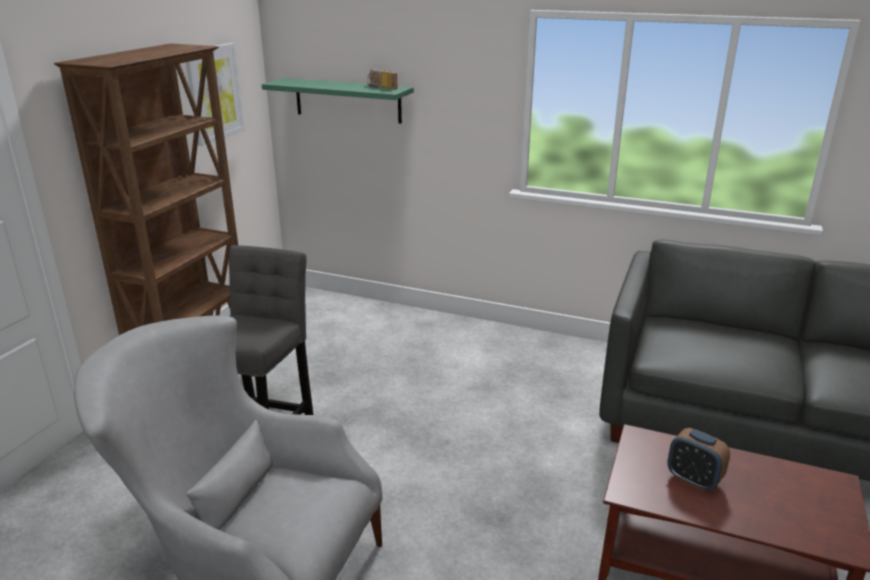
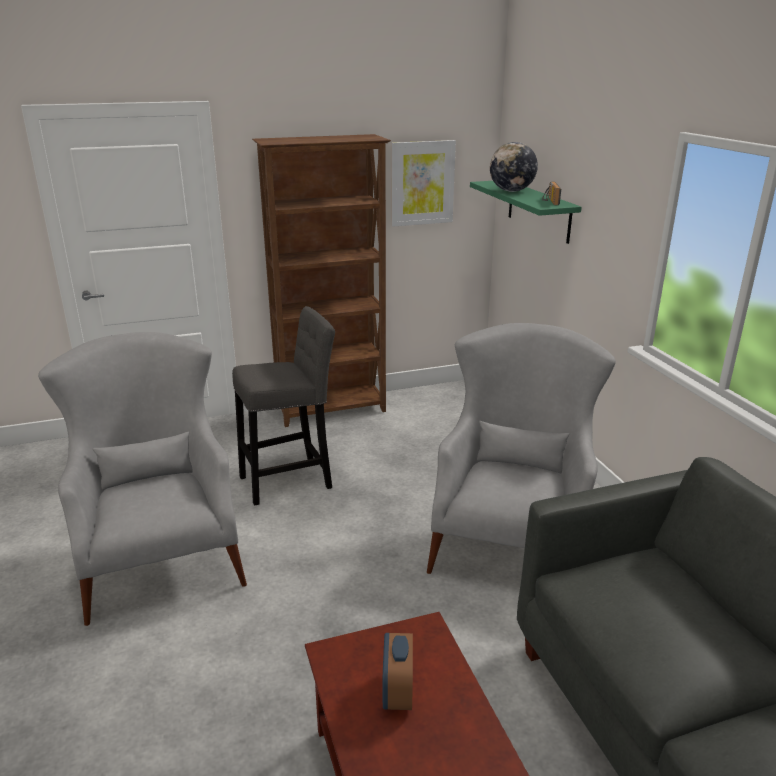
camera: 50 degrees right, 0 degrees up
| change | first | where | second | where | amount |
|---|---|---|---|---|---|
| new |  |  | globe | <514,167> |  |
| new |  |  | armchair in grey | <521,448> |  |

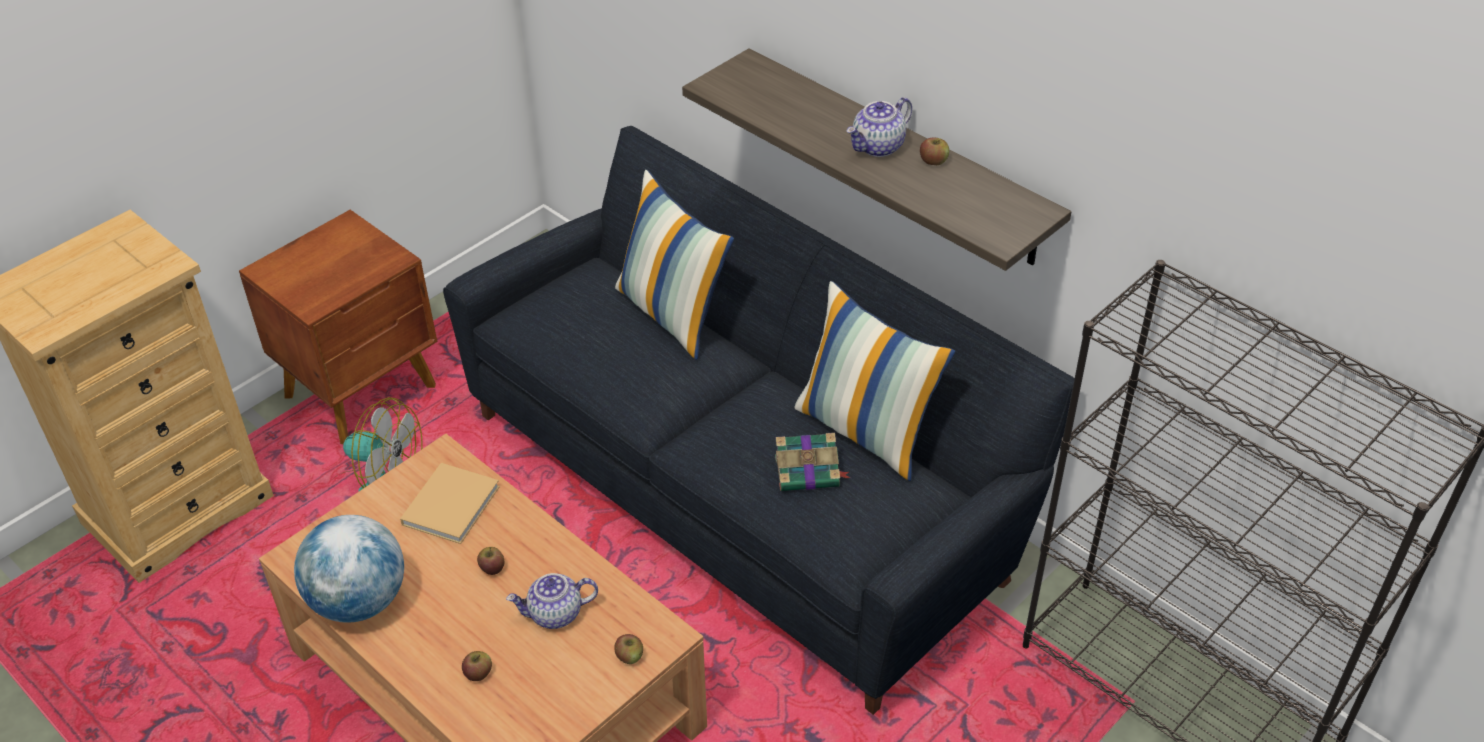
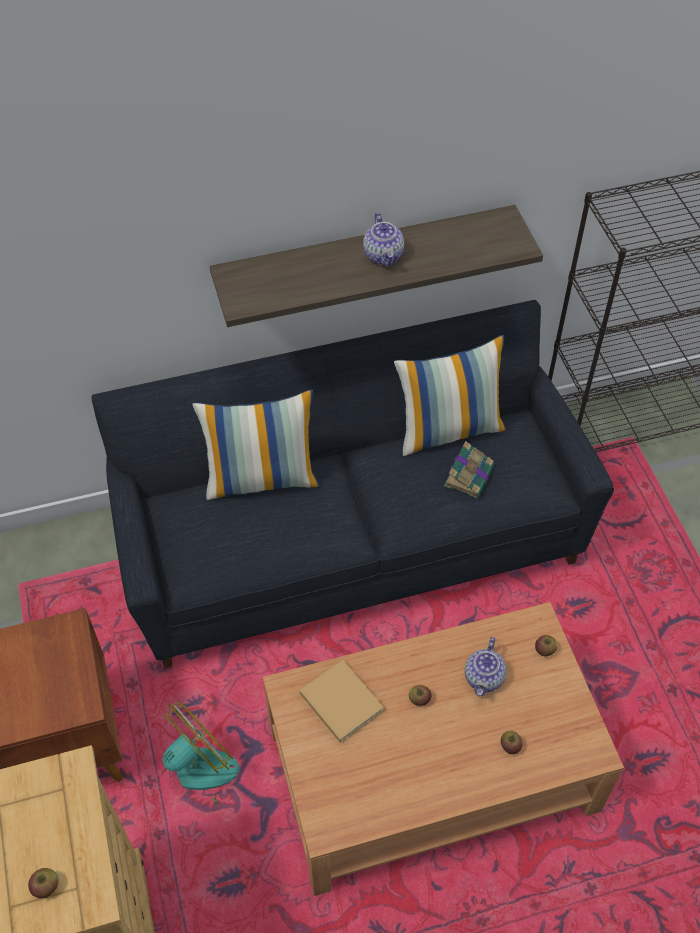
camera: 60 degrees left, 10 degrees up
| change | first | where | second | where | amount |
|---|---|---|---|---|---|
| shifted | apple | <934,151> |  | <43,883> |  |
| gone | globe | <349,569> |  |  |  |

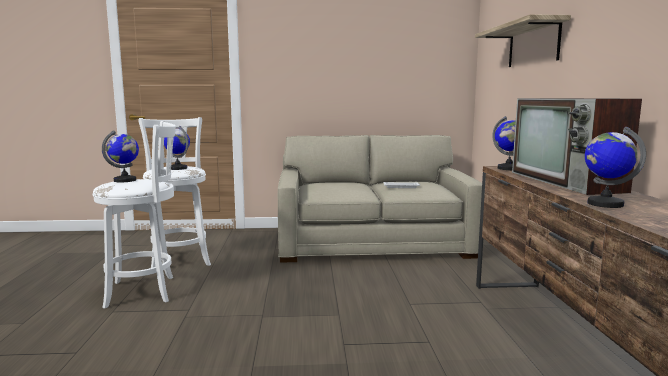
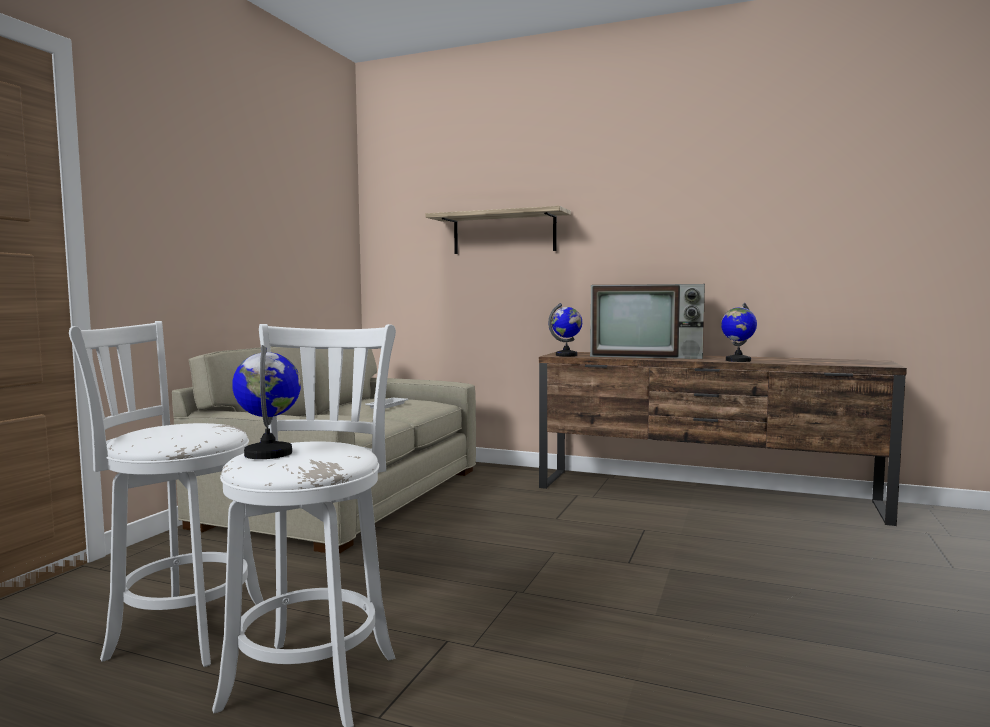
camera: 65 degrees left, 5 degrees down
| change | first | where | second | where | amount |
|---|---|---|---|---|---|
| gone | globe | <177,147> |  |  |  |

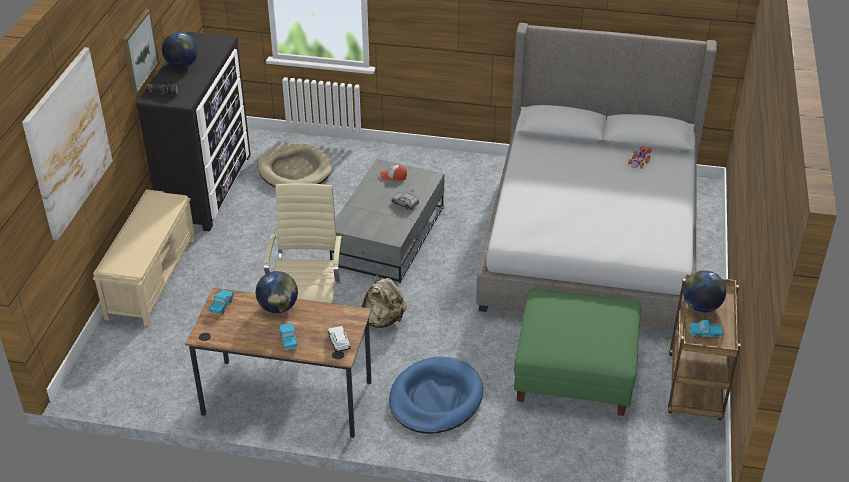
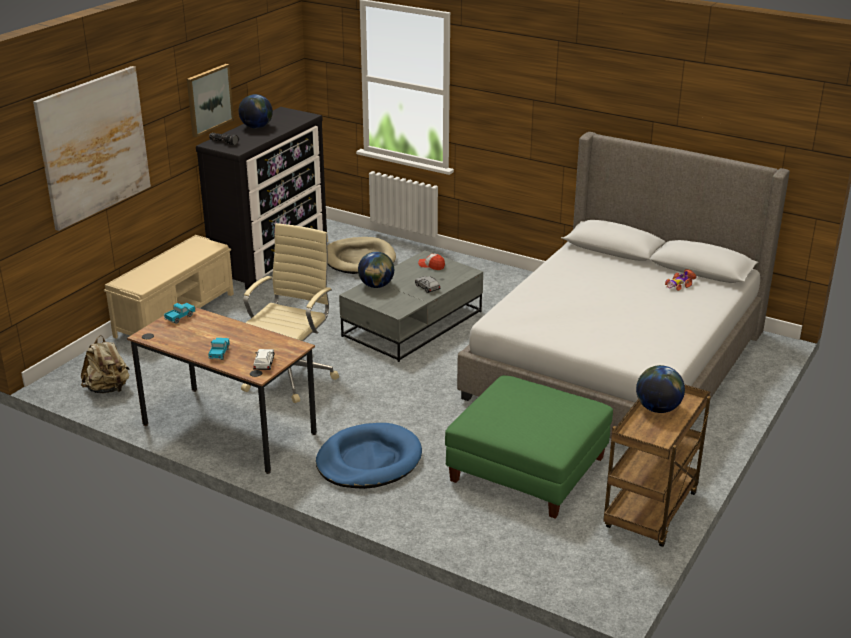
camera: 20 degrees right, 10 degrees down
| change | first | where | second | where | amount |
|---|---|---|---|---|---|
| shifted | globe | <277,292> |  | <376,270> |  |
| shifted | backpack in beige | <384,301> |  | <105,364> |  |
| gone | toy truck | <706,329> |  |  |  |

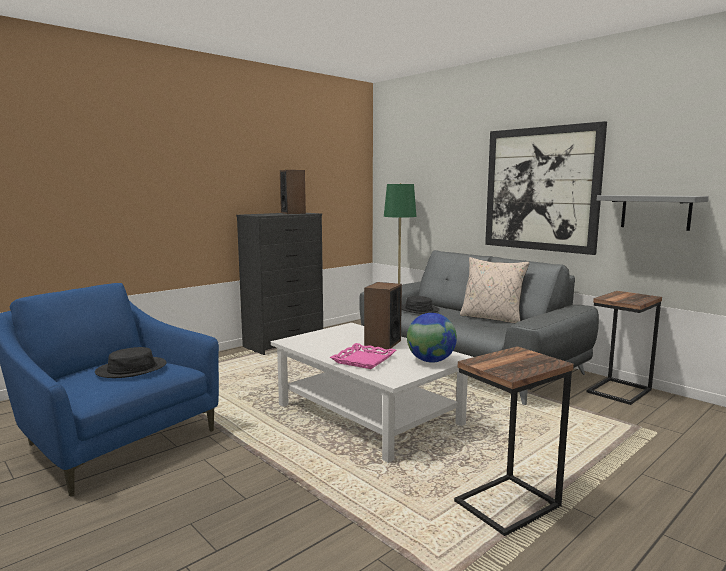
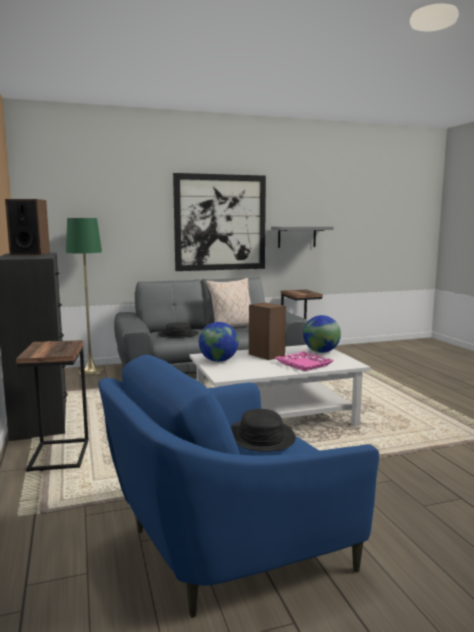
camera: 65 degrees left, 0 degrees up
| change | first | where | second | where | amount |
|---|---|---|---|---|---|
| shifted | side table | <514,441> |  | <52,406> |  |
| new |  |  | globe | <219,342> |  |

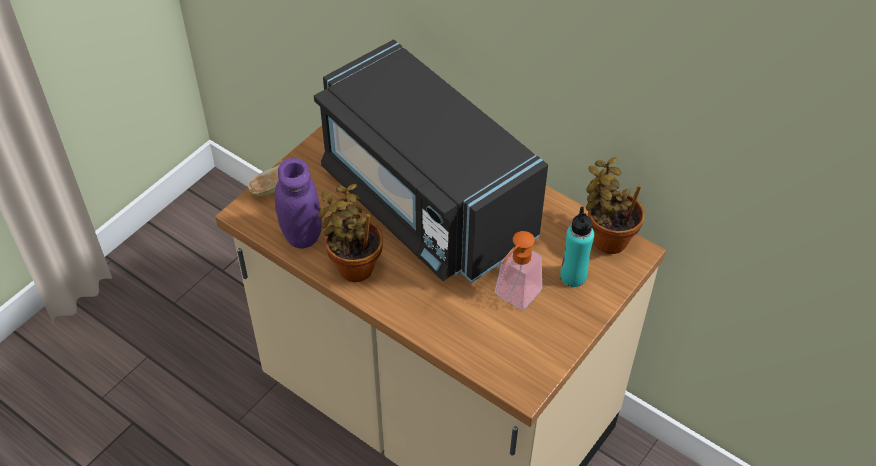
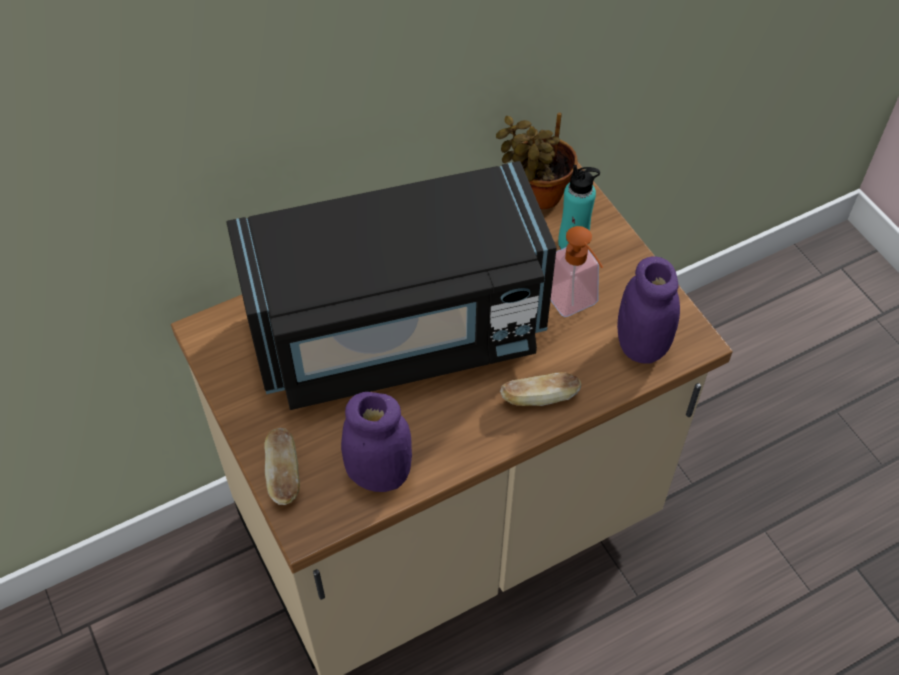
camera: 65 degrees left, 5 degrees up
| change | first | where | second | where | amount |
|---|---|---|---|---|---|
| gone | potted plant | <350,233> |  |  |  |
| new |  |  | jar in purple | <648,309> |  |
| new |  |  | bread | <540,389> |  |

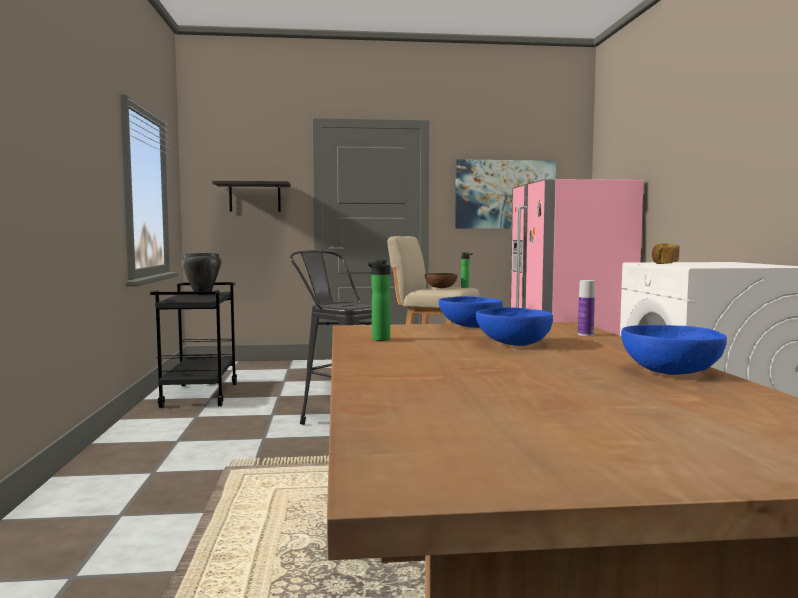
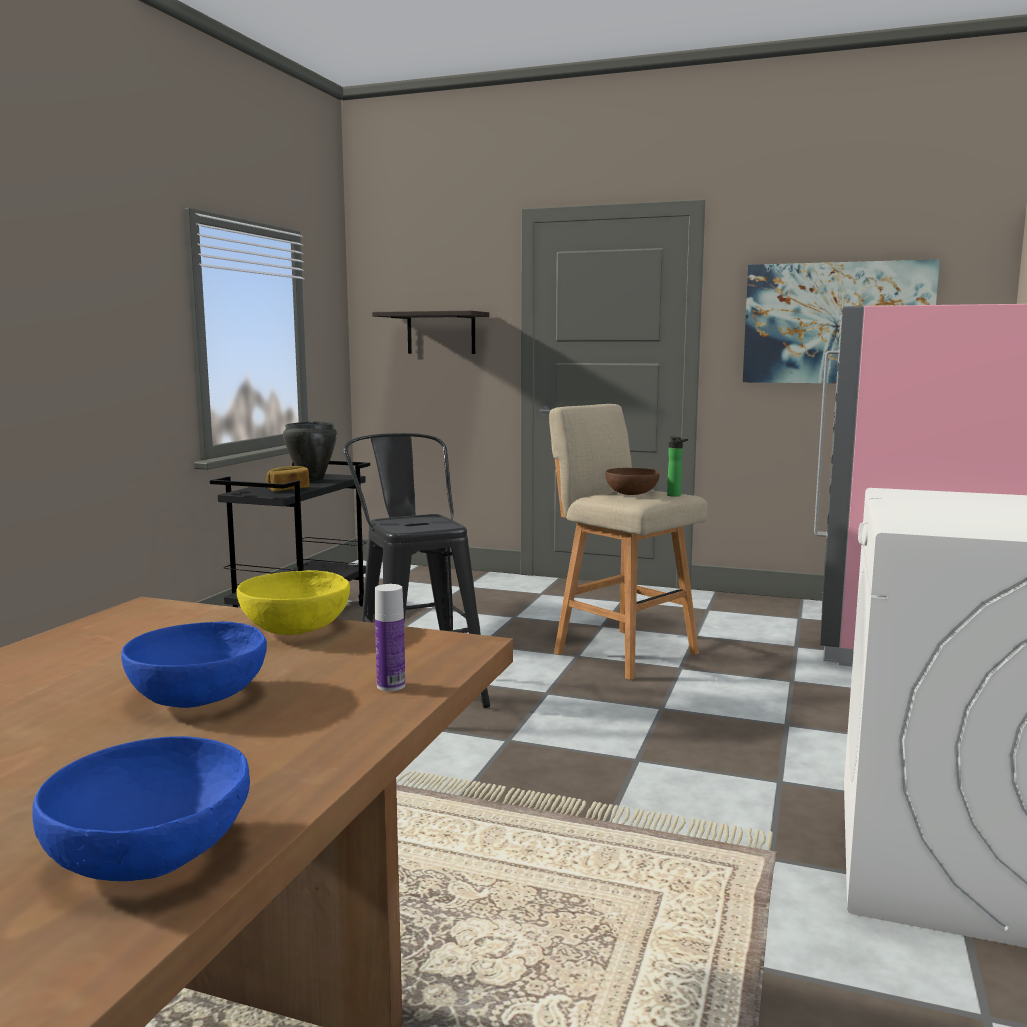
camera: 25 degrees right, 5 degrees up
| change | first | where | second | where | amount |
|---|---|---|---|---|---|
| shifted | bread | <666,253> |  | <288,478> |  |
| gone | bottle | <379,300> |  |  |  |
| repainted | bowl in blue | <471,312> | bowl in yellow | <293,602> |  |

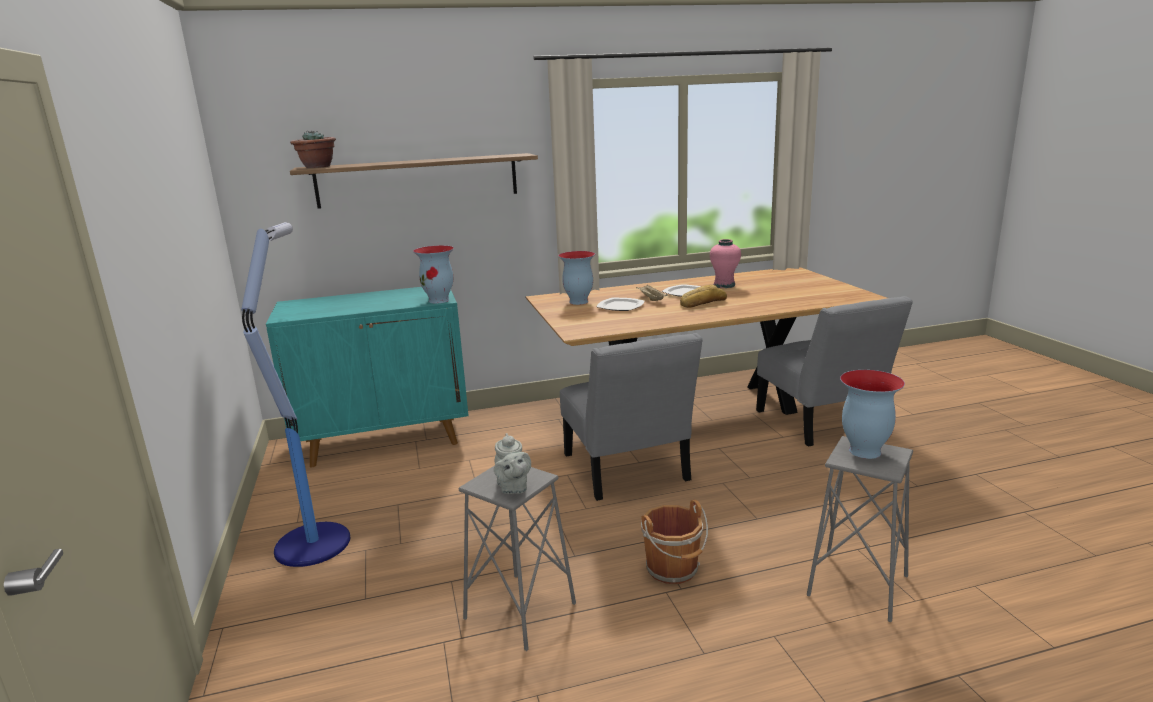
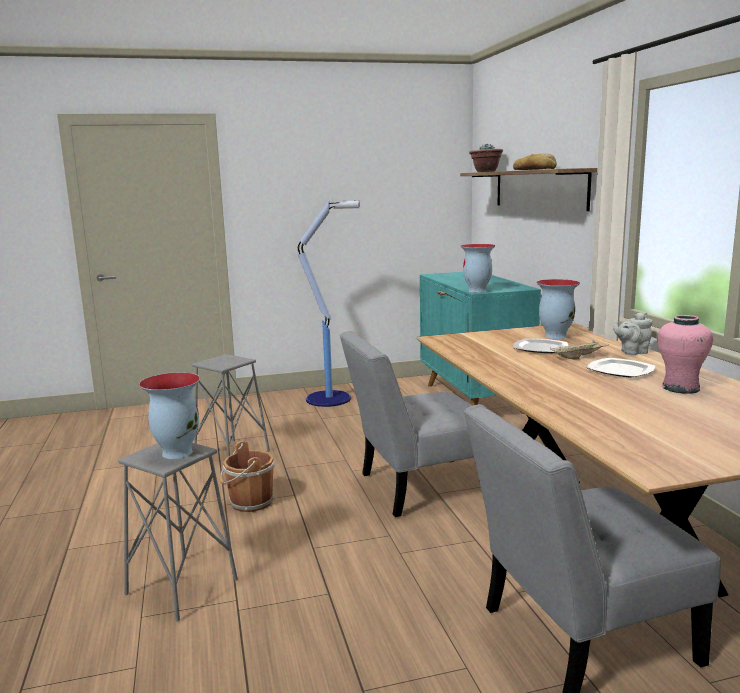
camera: 90 degrees right, 5 degrees down
| change | first | where | second | where | amount |
|---|---|---|---|---|---|
| shifted | bread | <703,296> |  | <535,161> |  |
| shifted | teapot in grey | <512,463> |  | <633,333> |  |

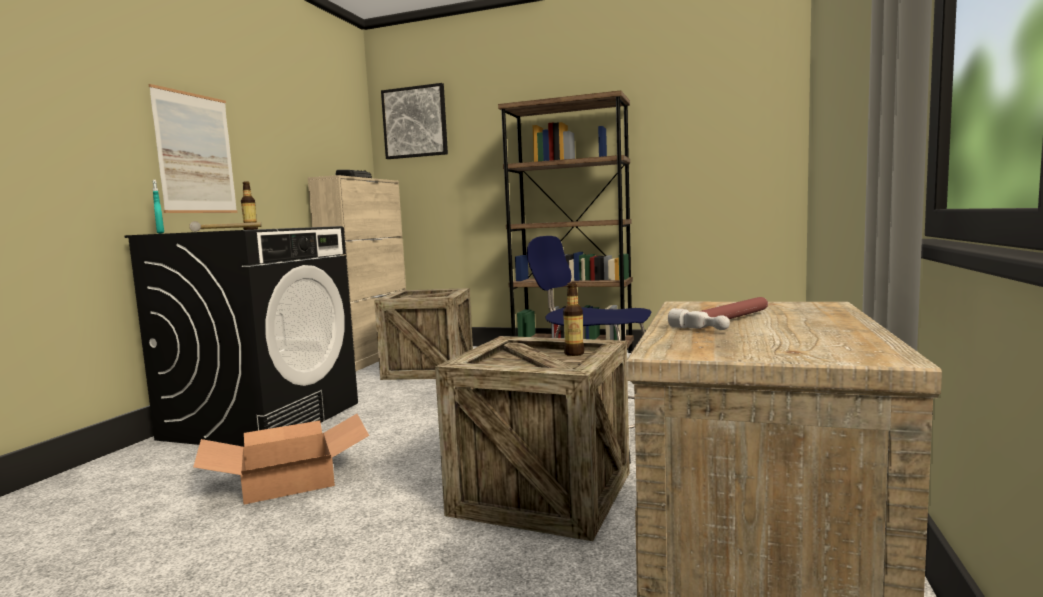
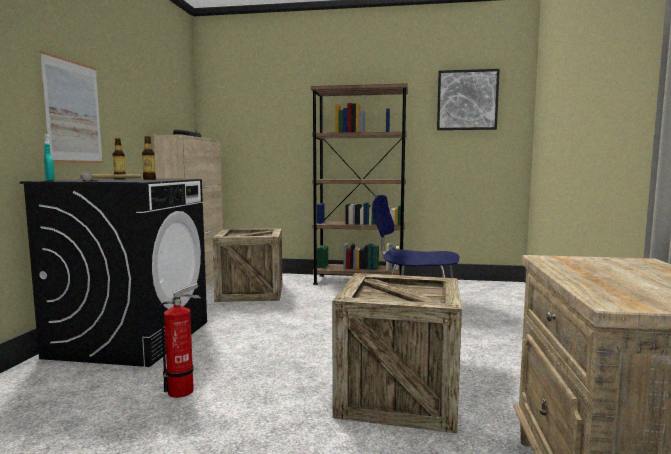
camera: 10 degrees left, 0 degrees up
| change | first | where | second | where | amount |
|---|---|---|---|---|---|
| shifted | picture | <414,121> |  | <468,99> |  |
| shifted | bottle | <573,319> |  | <149,158> |  |
| gone | hammer | <718,313> |  |  |  |
| swapped | cardboard box | <281,459> | fire extinguisher | <180,340> |  |

